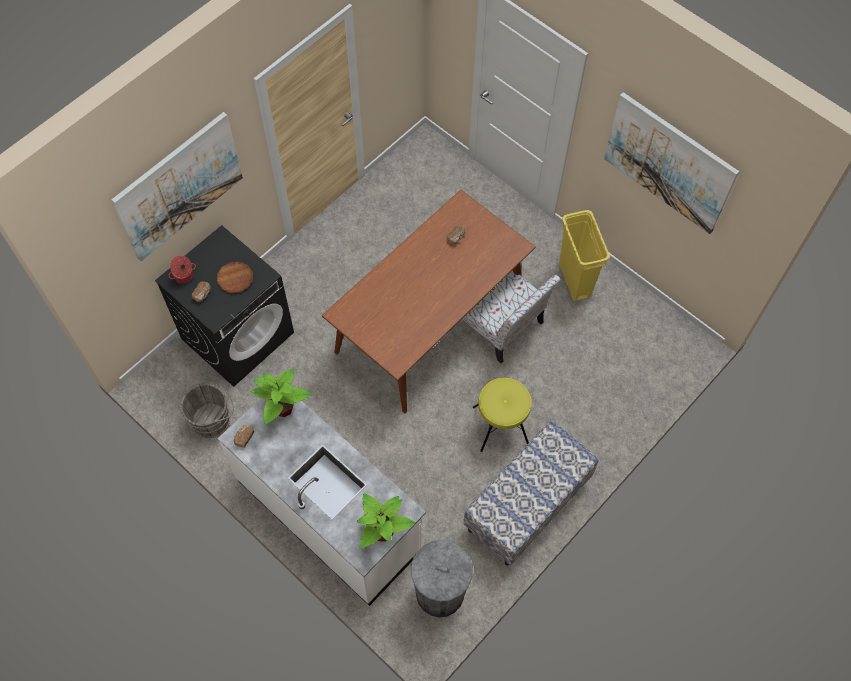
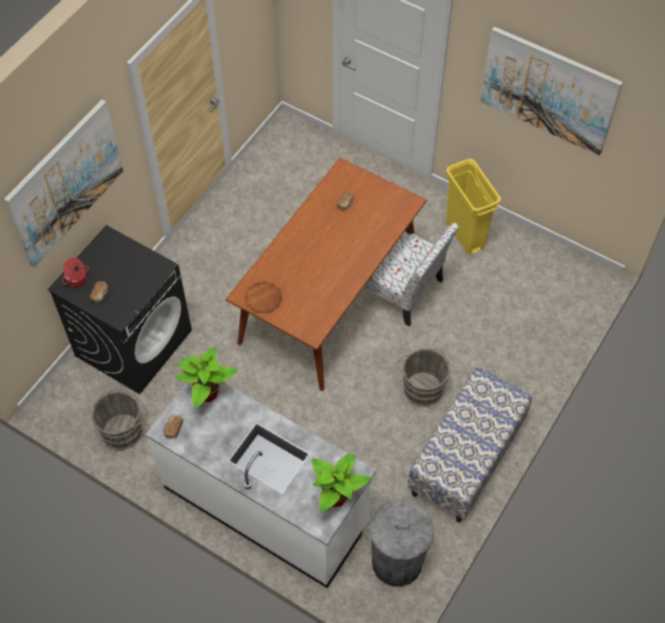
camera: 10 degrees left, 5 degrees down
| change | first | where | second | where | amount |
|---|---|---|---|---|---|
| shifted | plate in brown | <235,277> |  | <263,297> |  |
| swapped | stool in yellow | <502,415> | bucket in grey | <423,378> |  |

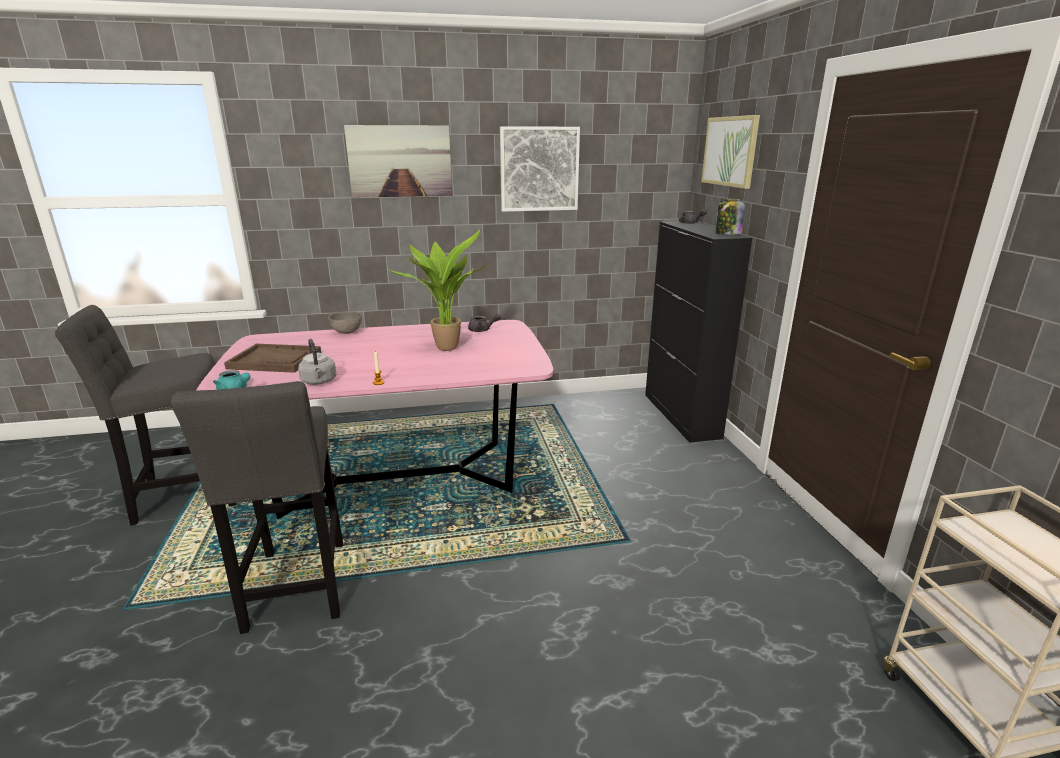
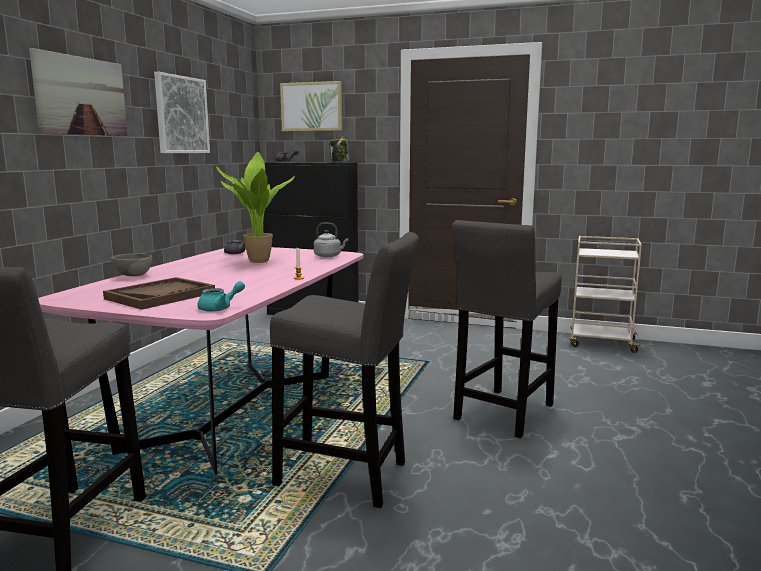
camera: 60 degrees left, 10 degrees down
| change | first | where | second | where | amount |
|---|---|---|---|---|---|
| shifted | kettle in grey | <317,362> |  | <331,240> |  |
| new |  |  | stool in grey | <507,329> |  |

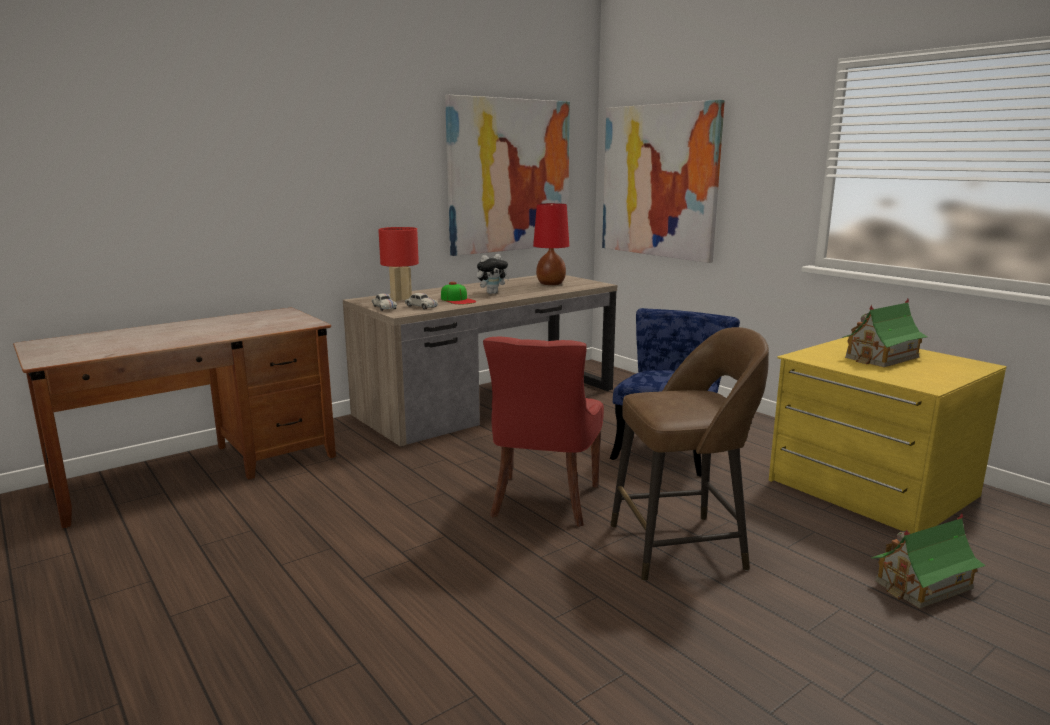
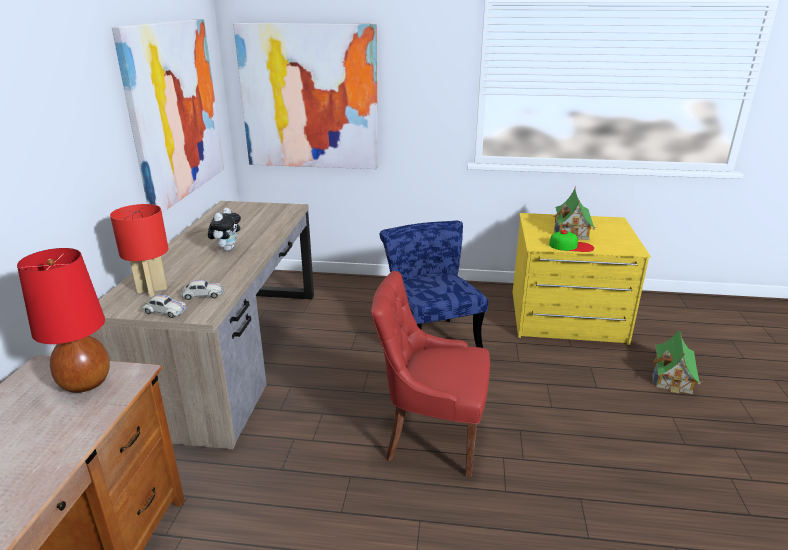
camera: 45 degrees left, 10 degrees up
| change | first | where | second | where | amount |
|---|---|---|---|---|---|
| shifted | table lamp in red | <551,244> |  | <63,320> |  |
| shifted | cap | <458,293> |  | <571,241> |  |
| gone | stool in brown | <689,454> |  |  |  |
| rotated | chair in red | <543,431> |  | <430,374> | 135 degrees clockwise |

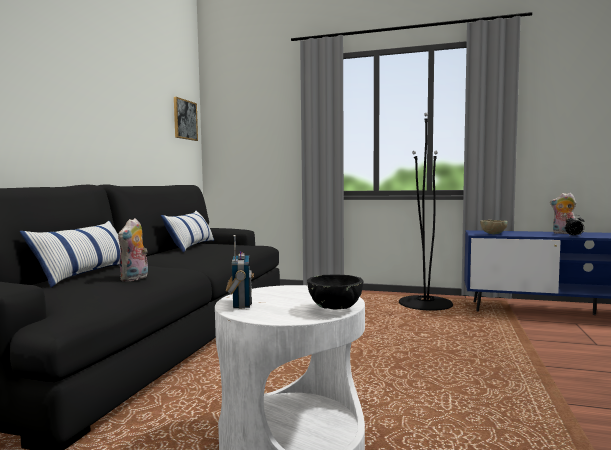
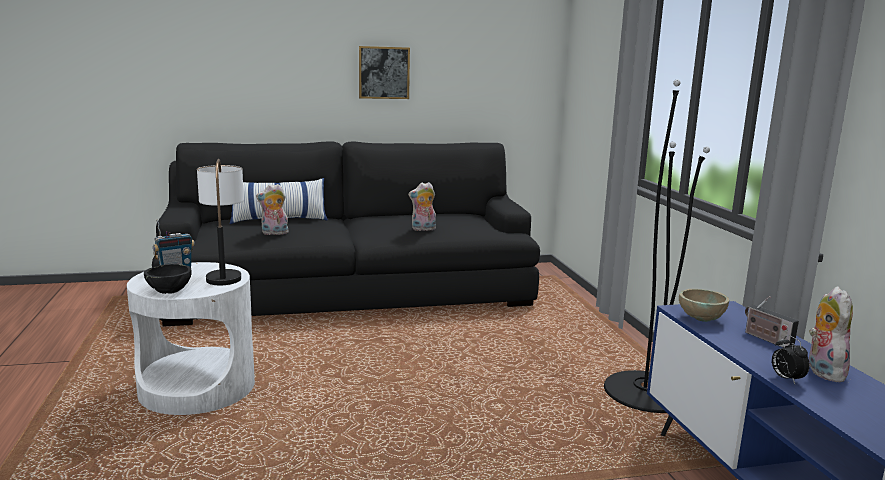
camera: 60 degrees right, 10 degrees up
| change | first | where | second | where | amount |
|---|---|---|---|---|---|
| shifted | picture | <186,119> |  | <384,72> |  |
| gone | pillow | <187,232> |  |  |  |
| new |  |  | table lamp | <220,222> |  |
| new |  |  | plush toy | <422,206> |  |
| new |  |  | radio | <772,322> |  |

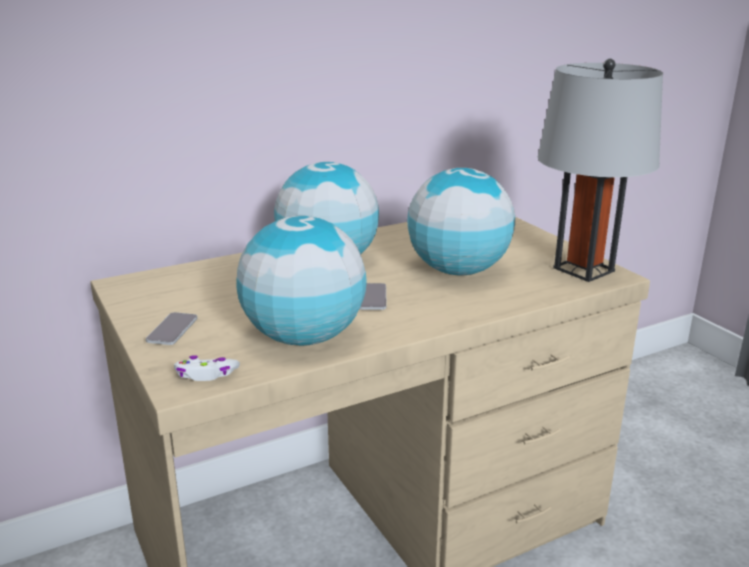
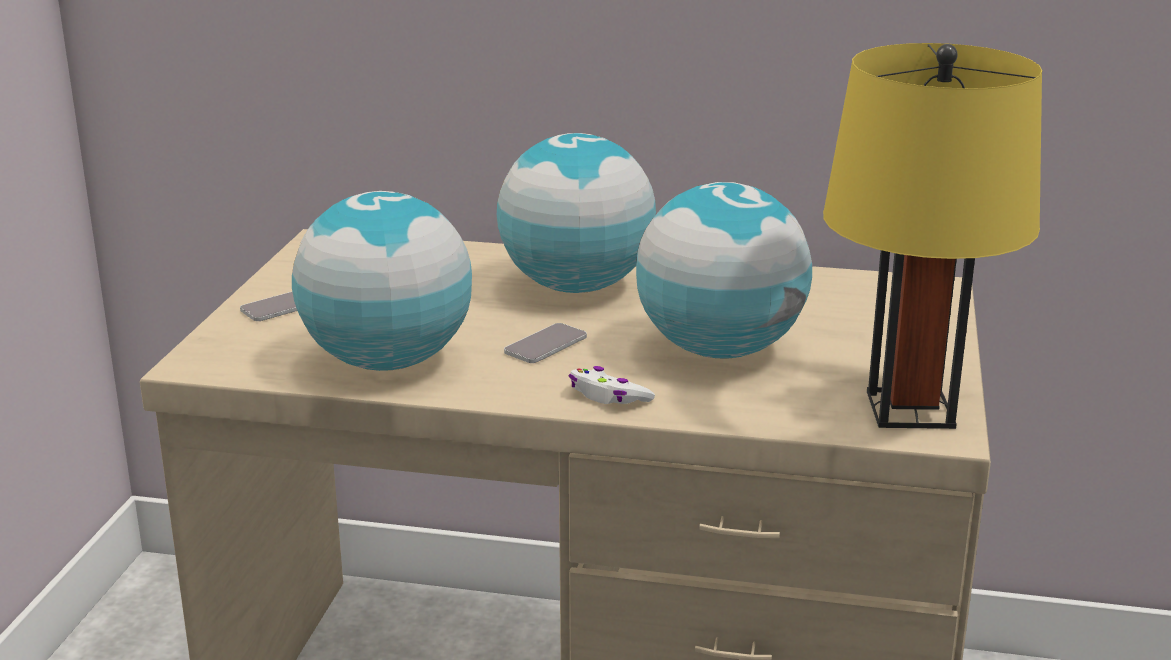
camera: 40 degrees right, 0 degrees up
| change | first | where | second | where | amount |
|---|---|---|---|---|---|
| repainted | table lamp in grey | <600,170> | table lamp in yellow | <932,236> |  |
| shifted | game controller in white | <207,368> |  | <612,385> |  |

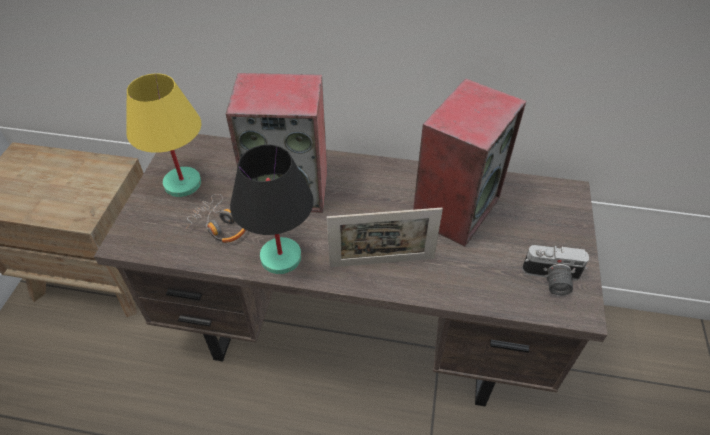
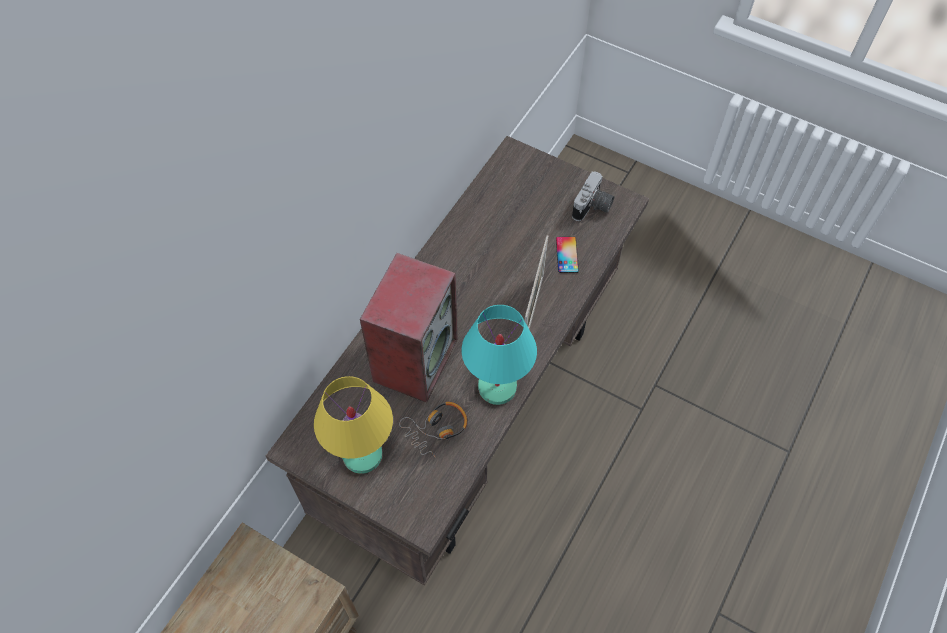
camera: 70 degrees left, 10 degrees up
| change | first | where | second | where | amount |
|---|---|---|---|---|---|
| gone | speaker | <469,162> |  |  |  |
| repainted | table lamp in black | <272,209> | table lamp in turquoise | <499,355> |  |
| new |  |  | phone | <567,255> |  |

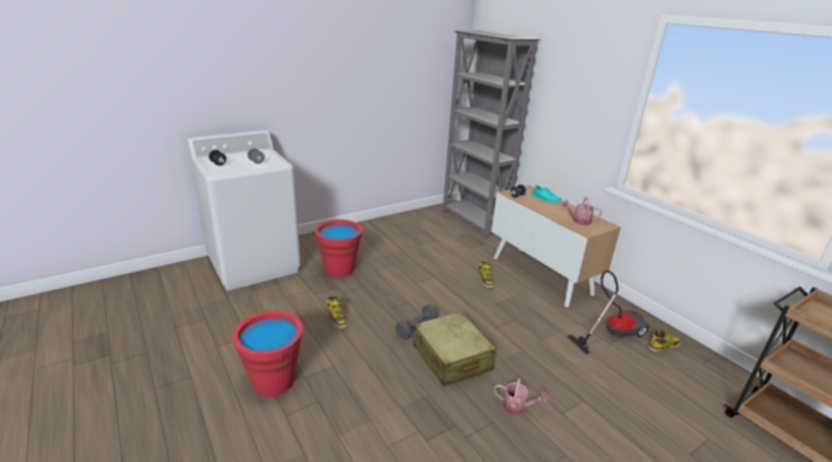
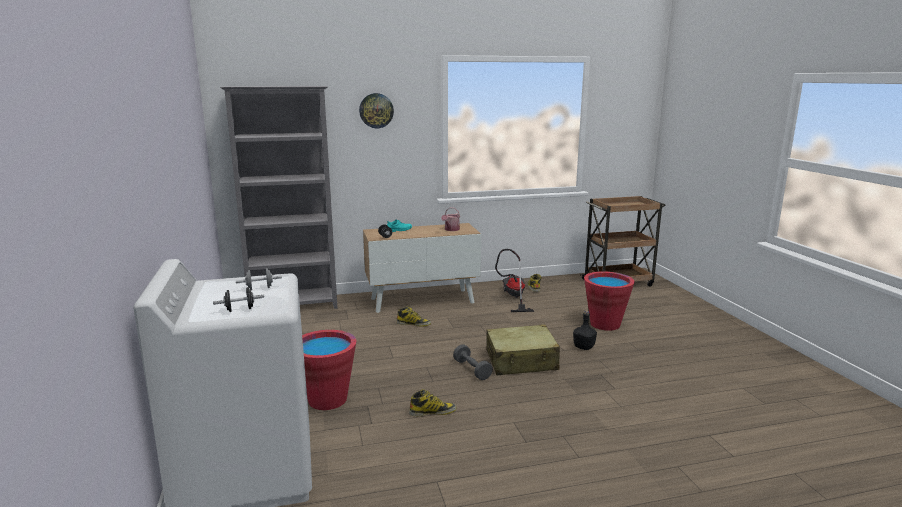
camera: 70 degrees left, 10 degrees down
| change | first | where | second | where | amount |
|---|---|---|---|---|---|
| shifted | bucket in red | <267,354> |  | <609,301> |  |
| swapped | watering can | <521,396> | bottle in black | <585,330> |  |
| new |  |  | wall clock | <376,110> |  |

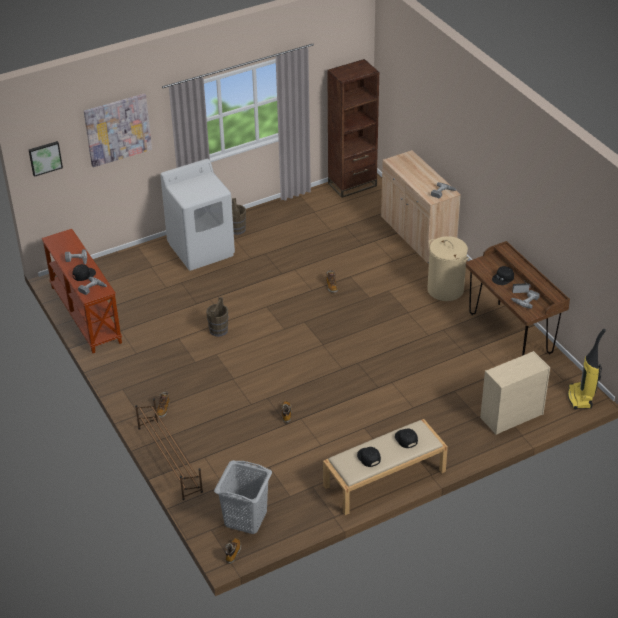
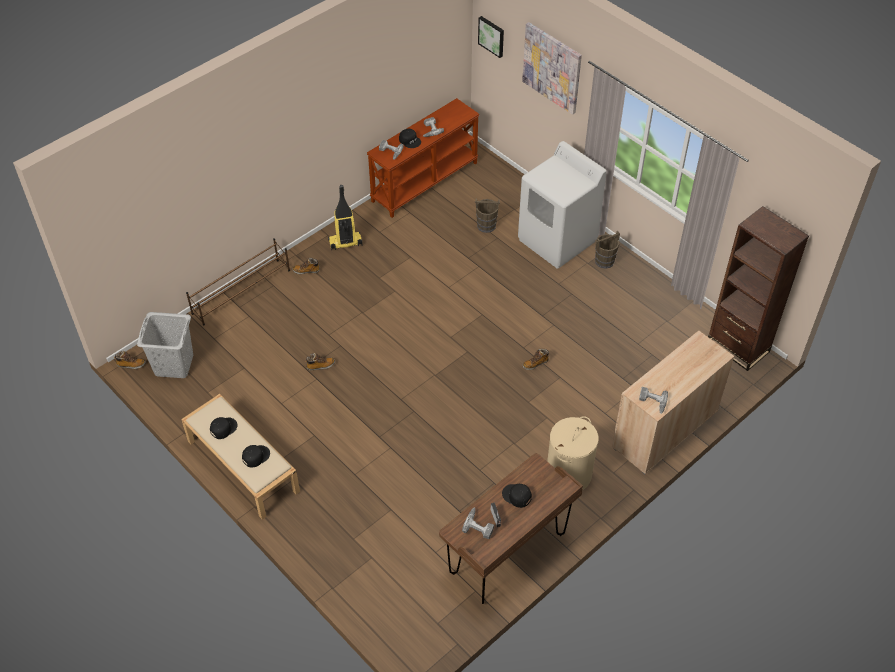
camera: 75 degrees right, 10 degrees up
| change | first | where | second | where | amount |
|---|---|---|---|---|---|
| shifted | bucket in brown | <217,317> |  | <487,216> |  |
| shifted | vacuum cleaner | <587,369> |  | <345,217> |  |
| gone | dresser in beige | <515,393> |  |  |  |

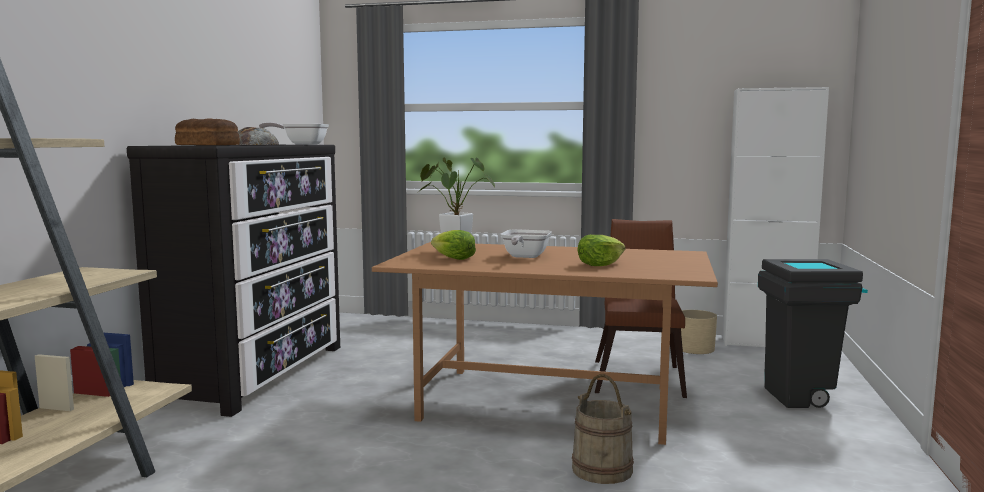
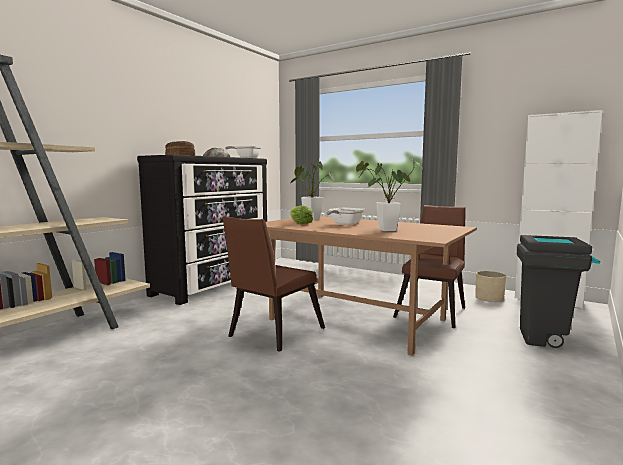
camera: 20 degrees right, 0 degrees up
| change | first | where | second | where | amount |
|---|---|---|---|---|---|
| swapped | lettuce | <601,250> | potted plant | <389,196> |  |
| gone | bucket in beige | <603,429> |  |  |  |
| new |  |  | chair in brown | <273,284> |  |

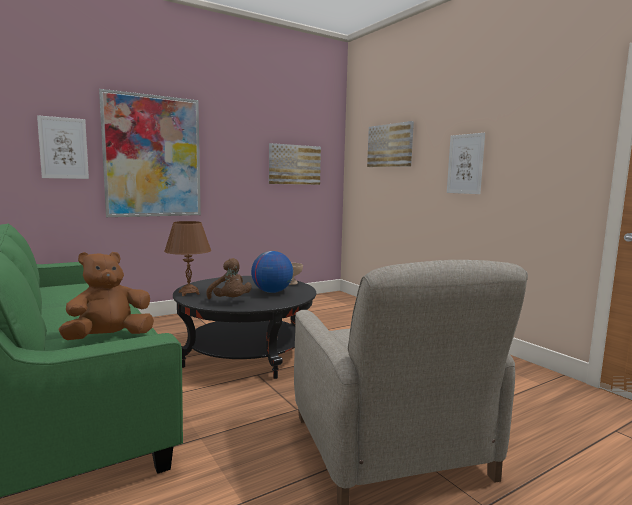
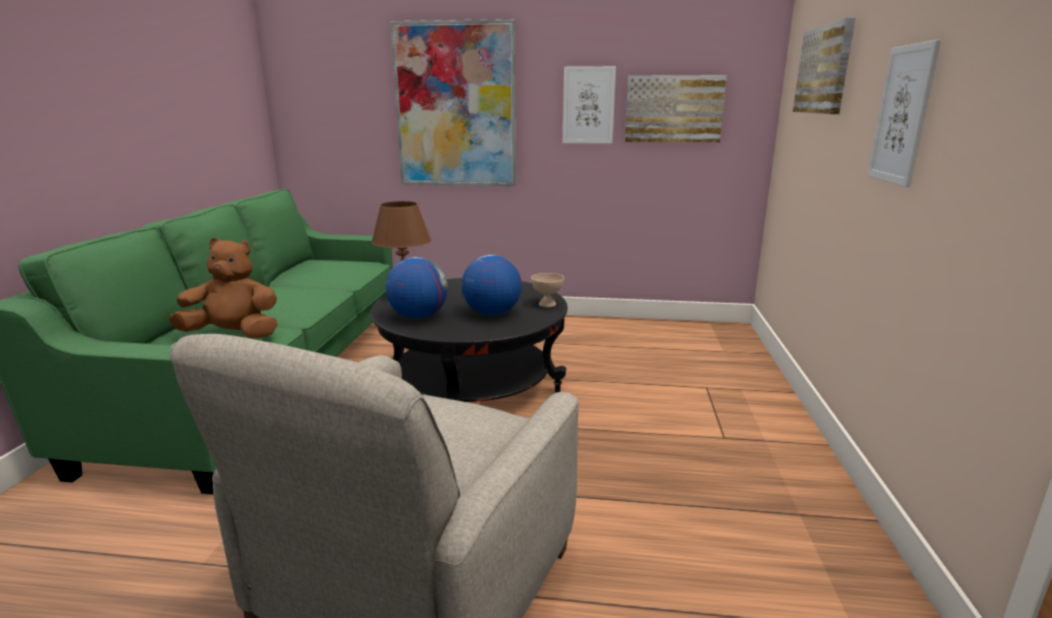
camera: 40 degrees right, 10 degrees up
| change | first | where | second | where | amount |
|---|---|---|---|---|---|
| shifted | picture | <63,147> |  | <589,105> |  |
| swapped | plush toy in brown | <229,278> | globe | <417,288> |  |

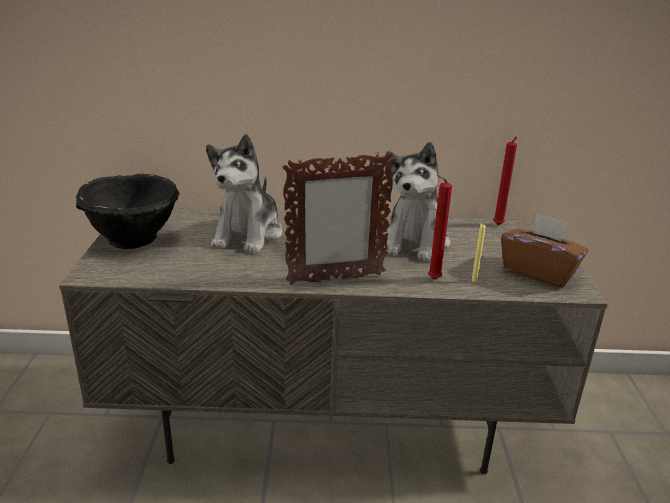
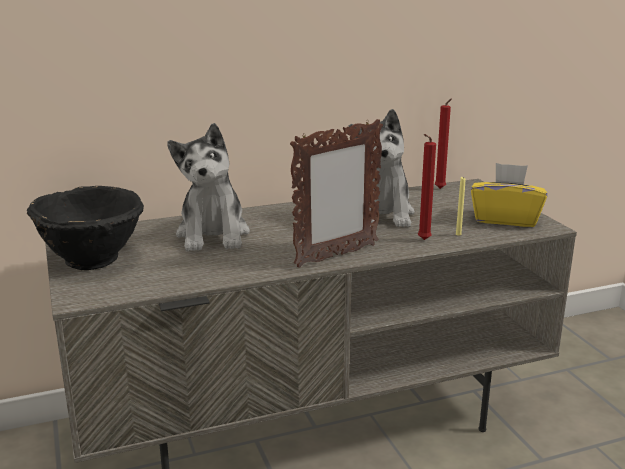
camera: 20 degrees left, 5 degrees down
| change | first | where | second | where | amount |
|---|---|---|---|---|---|
| repainted | tissue box in brown | <544,250> | tissue box in yellow | <509,195> |  |

